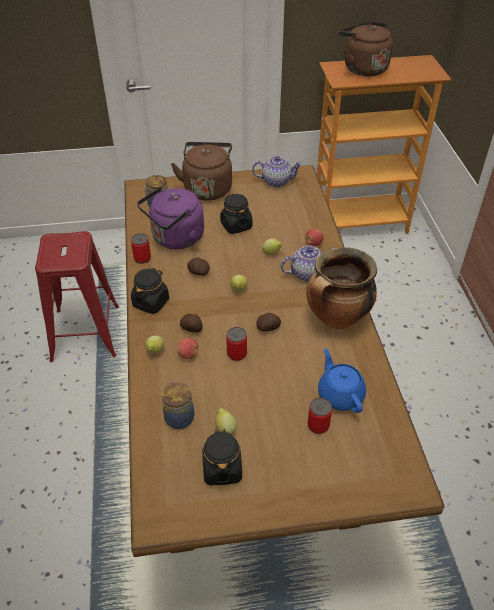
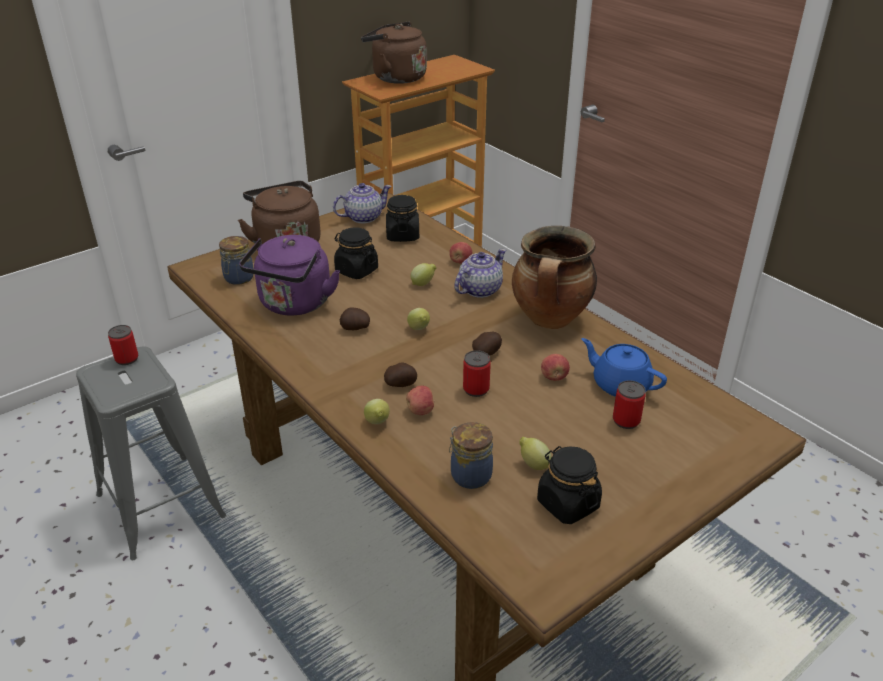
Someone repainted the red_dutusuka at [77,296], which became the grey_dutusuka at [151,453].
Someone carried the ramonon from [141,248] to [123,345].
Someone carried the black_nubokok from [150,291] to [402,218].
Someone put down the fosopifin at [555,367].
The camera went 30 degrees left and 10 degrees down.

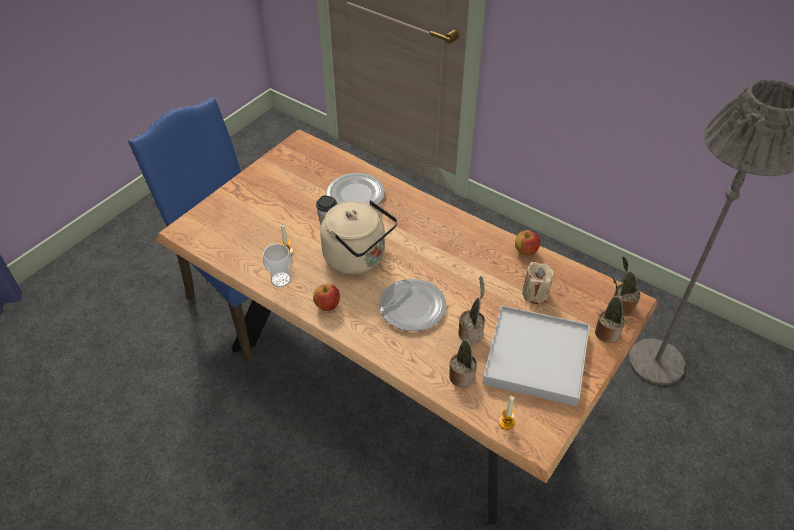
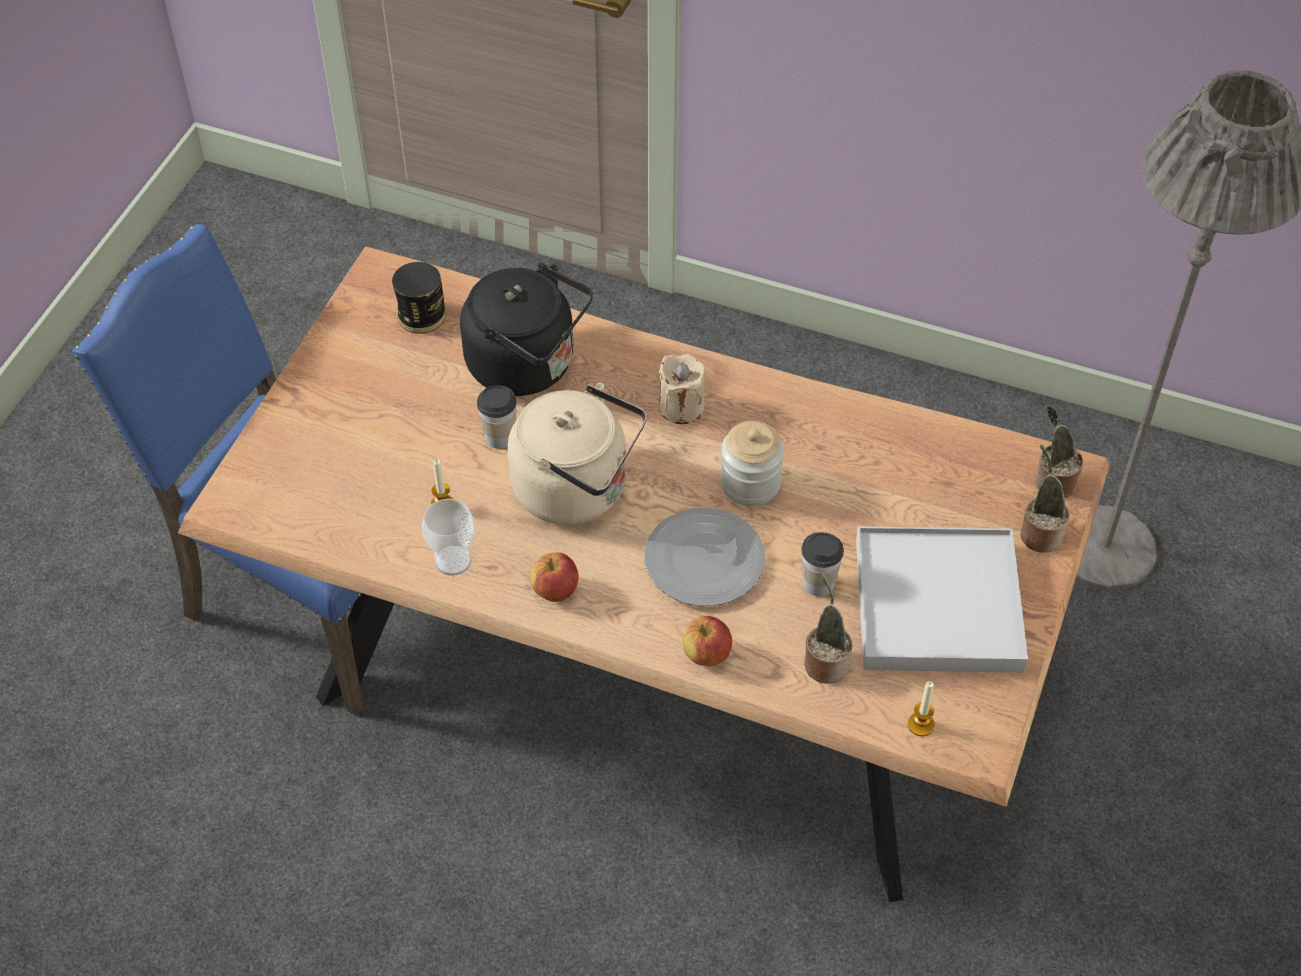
Someone swapped the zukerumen at [355,189] for the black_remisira at [526,329].
Someone swapped the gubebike at [471,309] for the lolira at [822,564].
Someone carried the fosopifin from [527,243] to [707,641].
Someone carried the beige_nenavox from [538,283] to [681,389].
Someone put down the ramonon at [418,298].
Someone put down the nubokok at [752,463].
The camera went 15 degrees left and 5 degrees up.

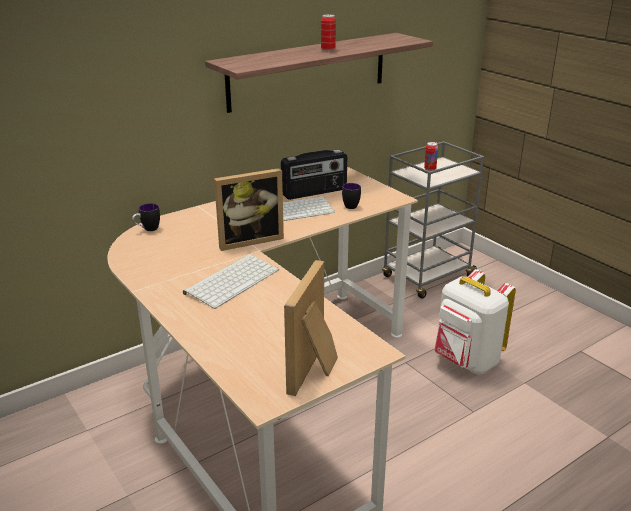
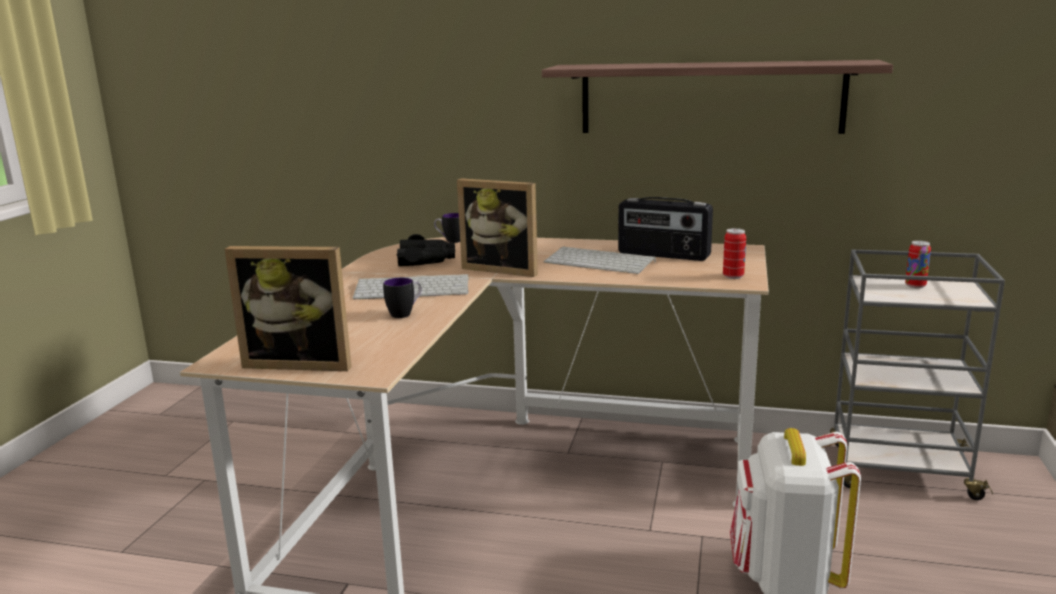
Someone rotated the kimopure at [311,328] by 150 degrees counterclockwise.
Someone carried the ramonon from [328,32] to [734,253].
Someone carried the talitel from [351,196] to [402,298].
Someone put down the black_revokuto at [426,250].
The camera went 50 degrees right and 10 degrees down.

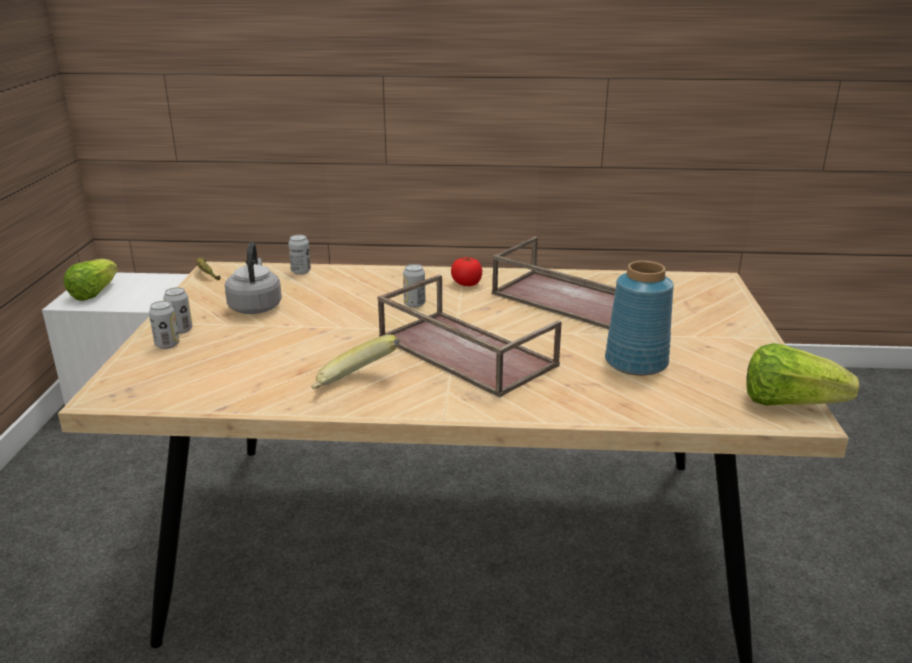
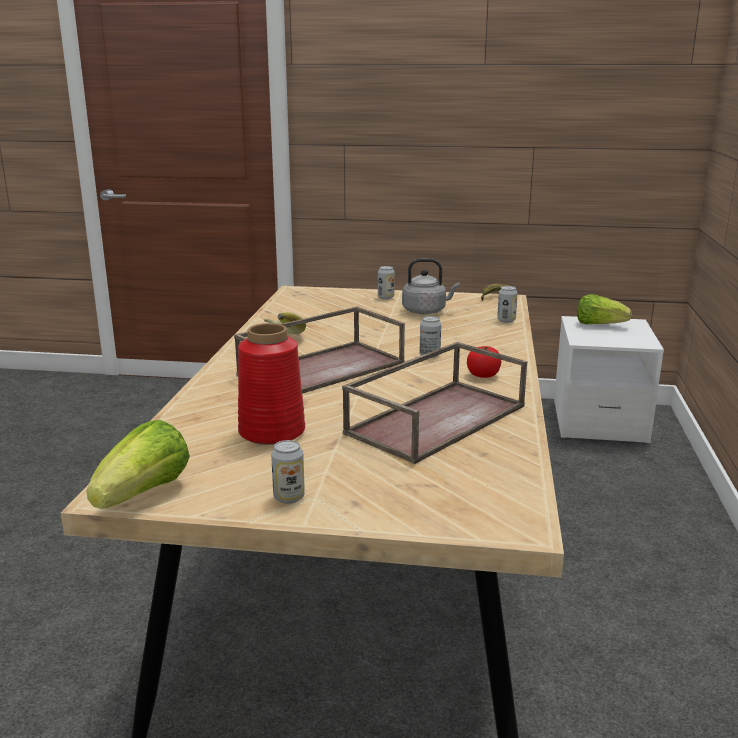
Someone carried the ramonon from [164,325] to [288,472].
Someone repainted the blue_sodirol at [639,318], which became the red_sodirol at [271,384].
The camera went 95 degrees right and 5 degrees down.

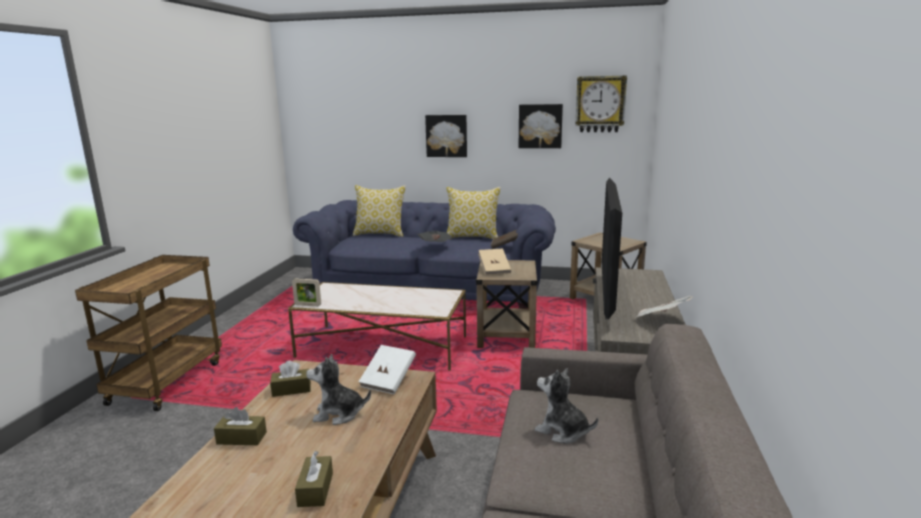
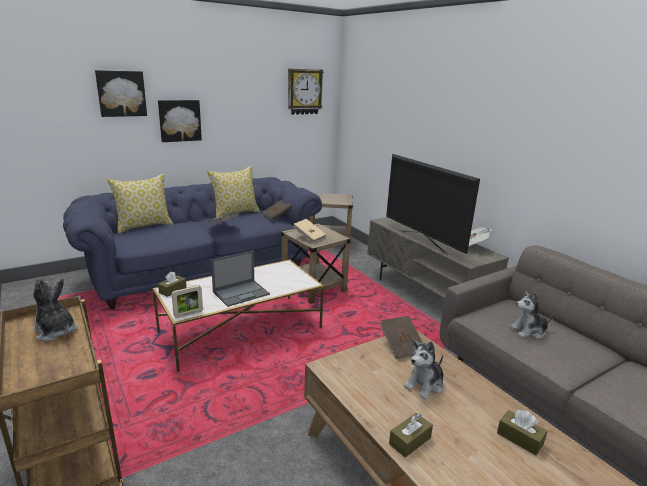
Someone carried the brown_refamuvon from [290,378] to [172,284].
Someone repainted the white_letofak at [387,369], which became the brown_letofak at [401,337].
Someone carried the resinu from [541,126] to [121,93].
Someone put down the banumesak at [54,309].
Someone put down the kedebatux at [240,279].
The camera went 45 degrees left and 5 degrees up.

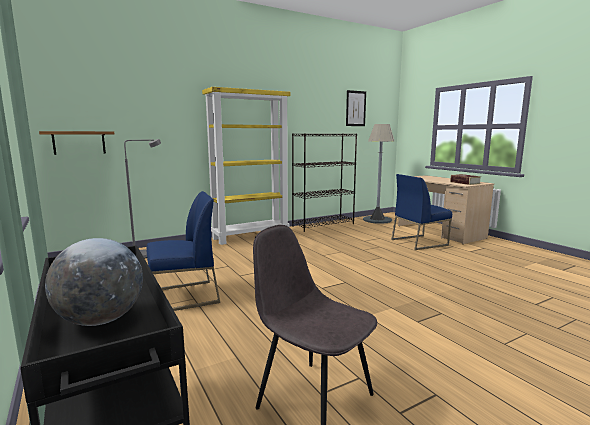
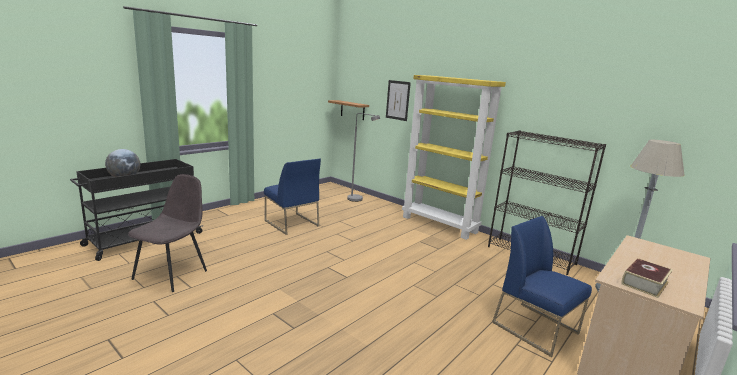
Someone carried the resinu from [356,108] to [398,100].
The camera went 70 degrees right and 5 degrees up.

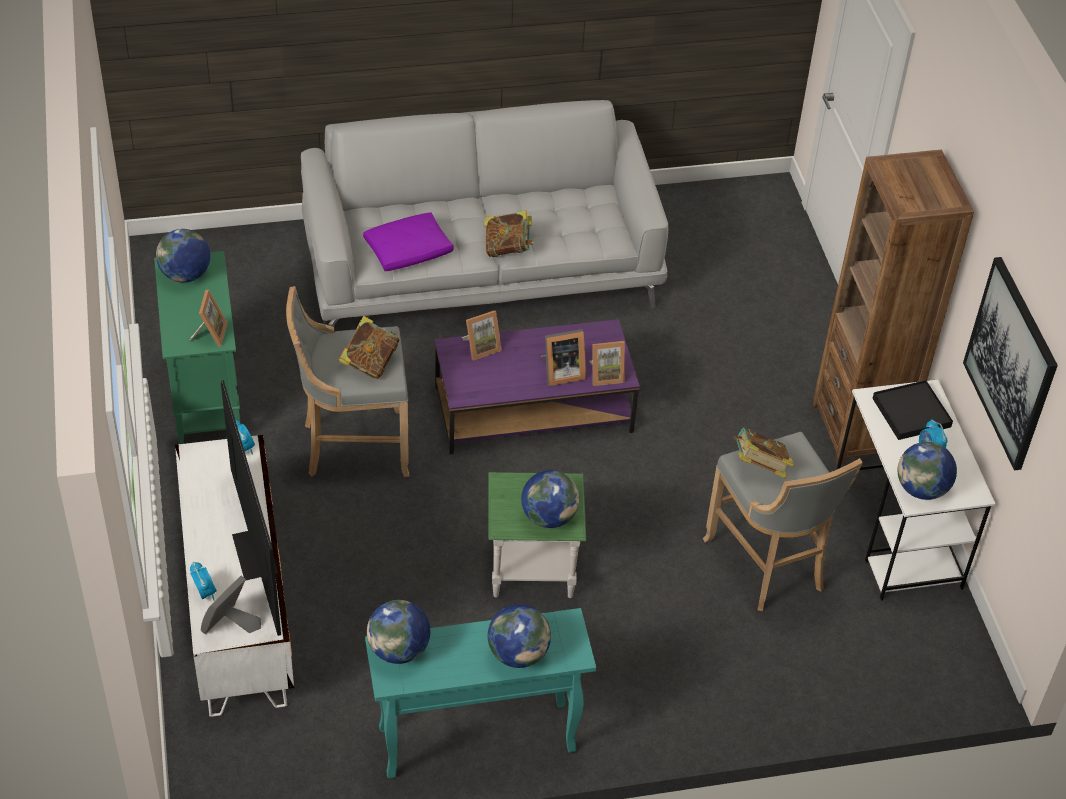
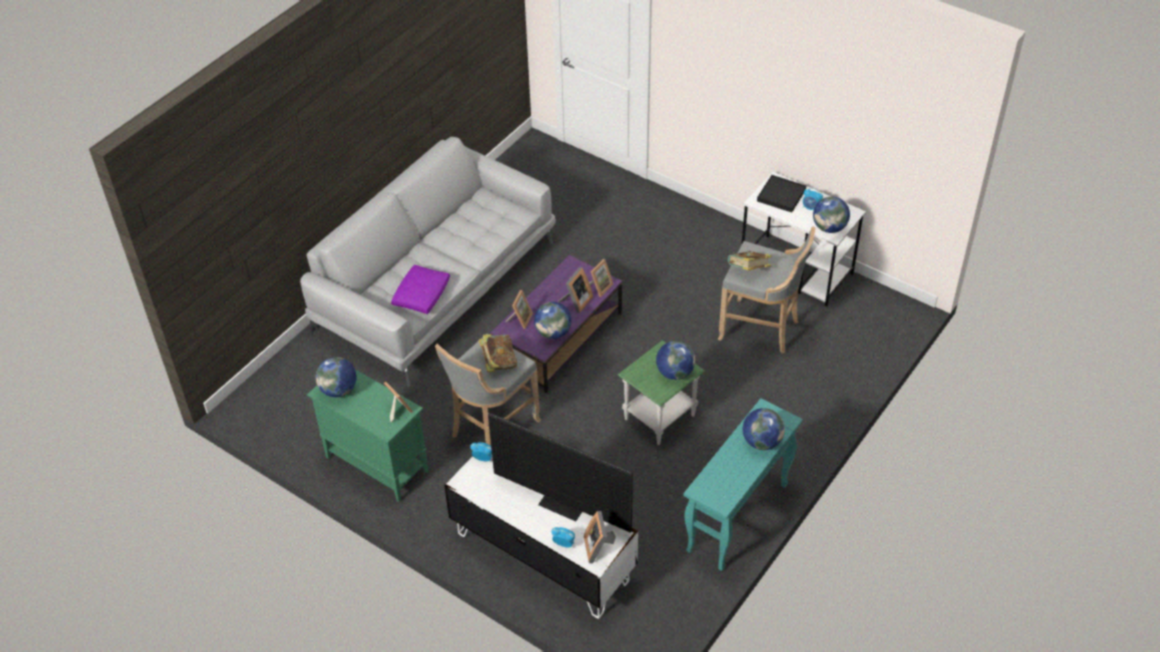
Someone carried the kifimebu from [398,632] to [552,320].
Someone took away the letofak at [509,233].
Someone took away the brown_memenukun at [893,307].
Someone took away the resinu at [1010,363].
The camera went 40 degrees left and 0 degrees up.

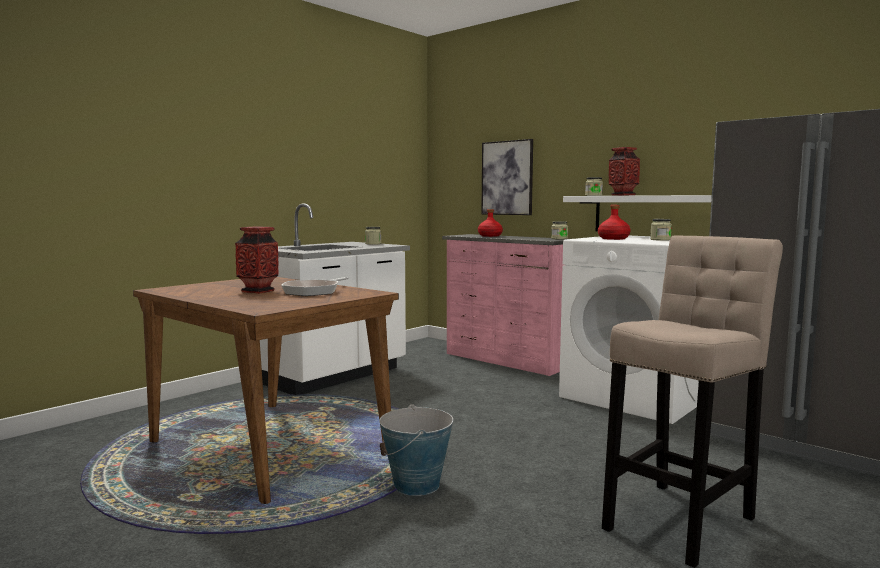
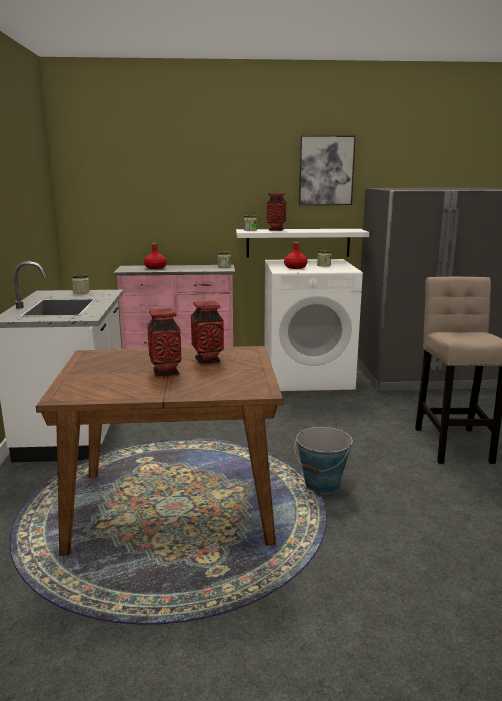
Someone swapped the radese at [315,286] for the sodirol at [207,333].
Someone carried the resinu from [507,177] to [327,170].
The camera went 45 degrees left and 10 degrees up.

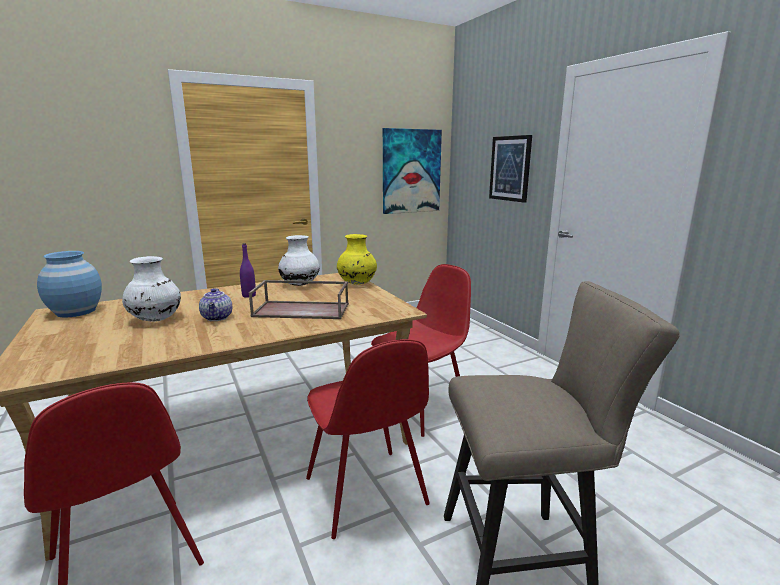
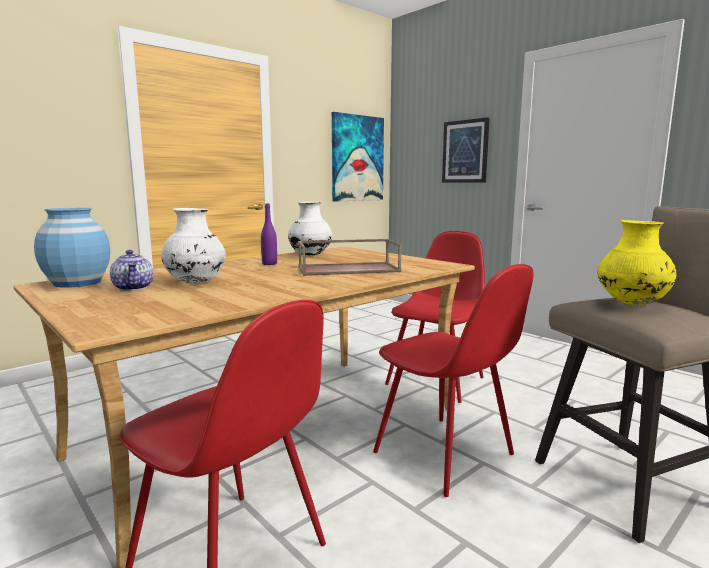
Someone carried the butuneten from [215,304] to [131,270].
Someone carried the yellow_sodirol from [357,259] to [637,262].
The camera went 15 degrees left and 5 degrees down.

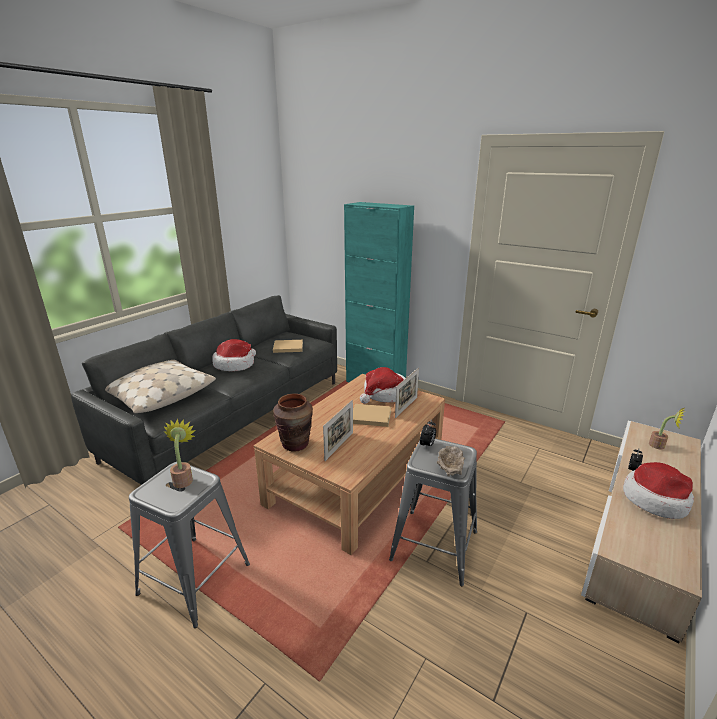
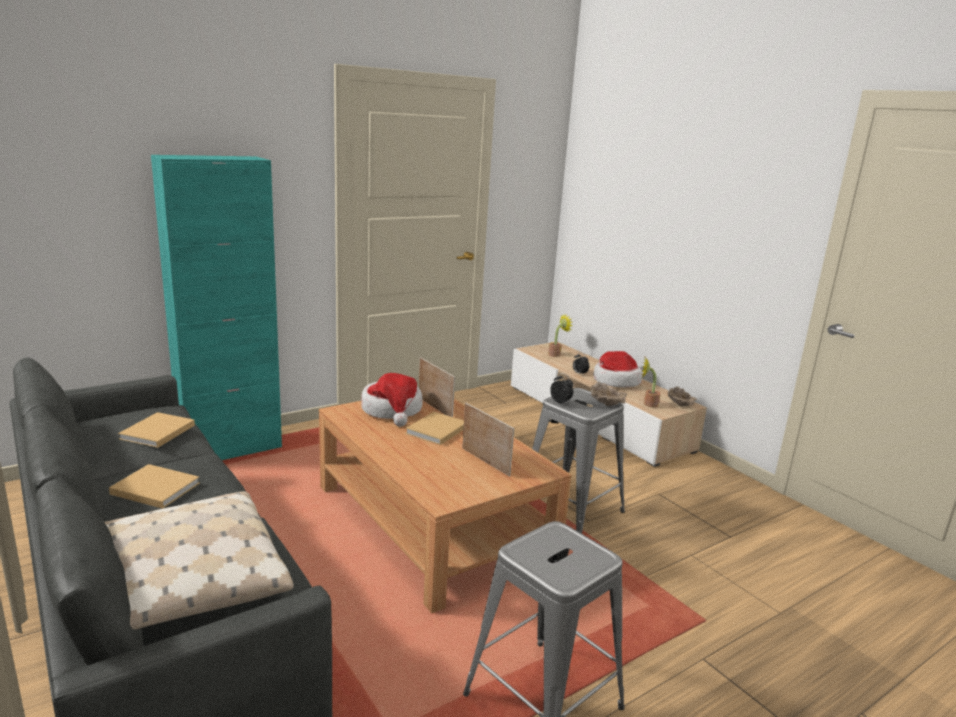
Someone carried the gubebike from [180,453] to [651,382].
Someone swapped the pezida at [234,355] for the beige_letofak at [154,486].
Someone took away the brown_sodirol at [293,422].
Someone put down the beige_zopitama at [682,396].
The camera went 70 degrees left and 5 degrees down.

